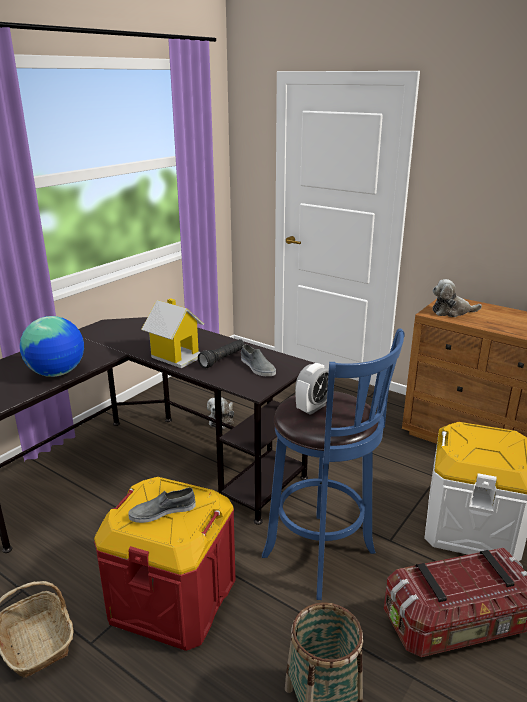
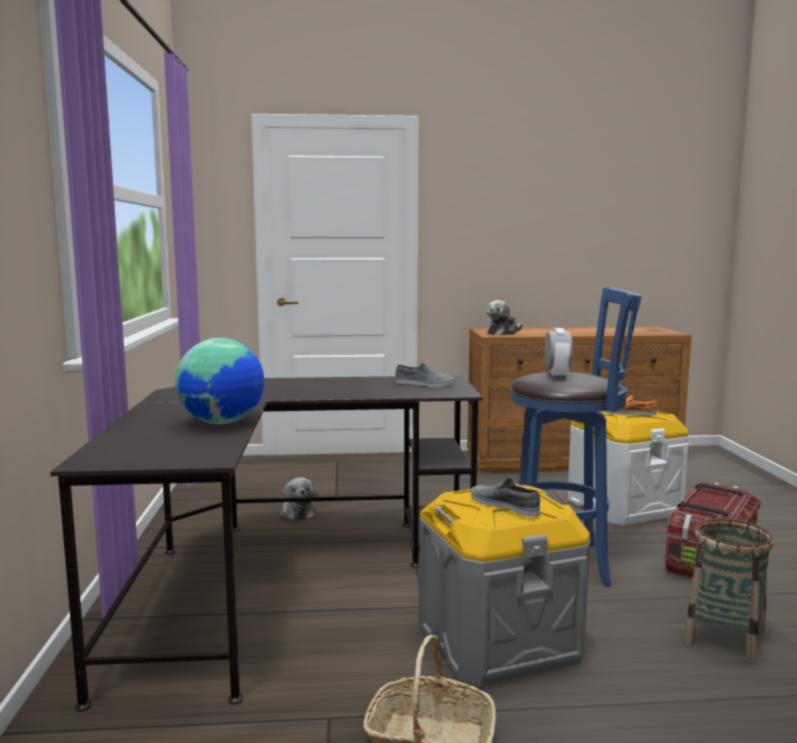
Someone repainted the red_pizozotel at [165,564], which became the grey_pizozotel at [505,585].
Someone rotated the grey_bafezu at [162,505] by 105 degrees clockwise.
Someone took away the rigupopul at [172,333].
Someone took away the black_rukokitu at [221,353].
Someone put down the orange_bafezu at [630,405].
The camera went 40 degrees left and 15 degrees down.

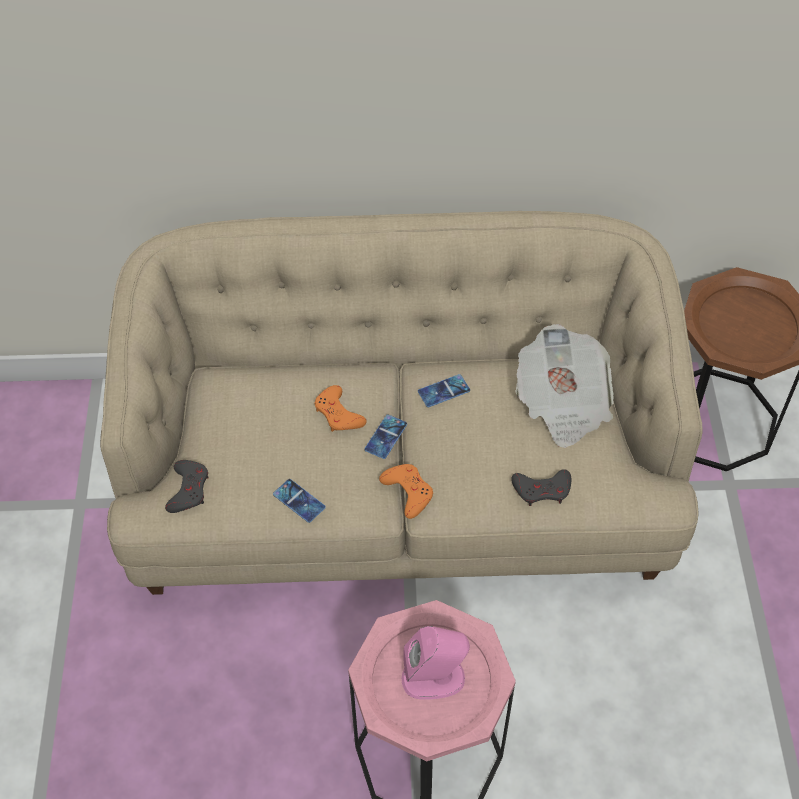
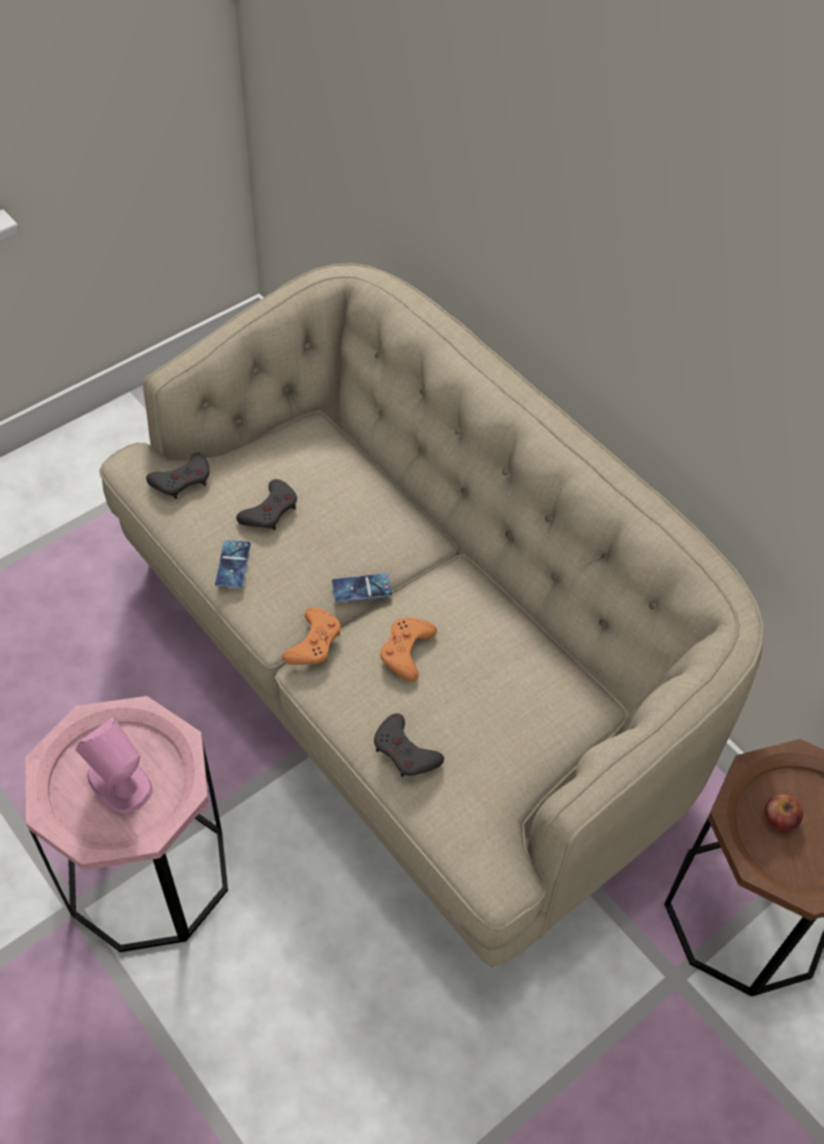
Someone carried the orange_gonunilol from [341,408] to [408,650].
Someone took away the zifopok at [444,390].
Someone took away the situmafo at [565,386].
Someone put down the grey_gonunilol at [266,504].
Someone put down the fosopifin at [784,812].
The camera went 50 degrees right and 0 degrees up.

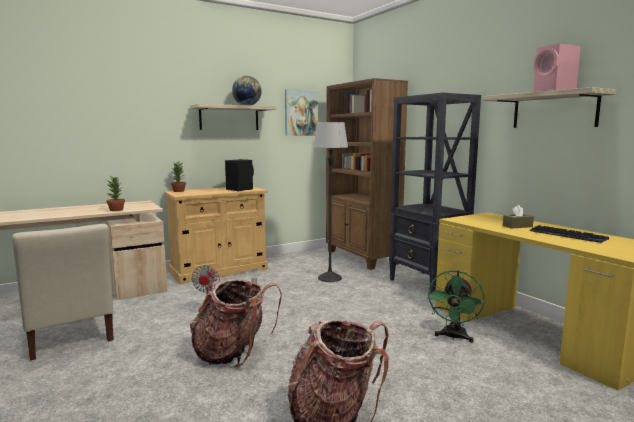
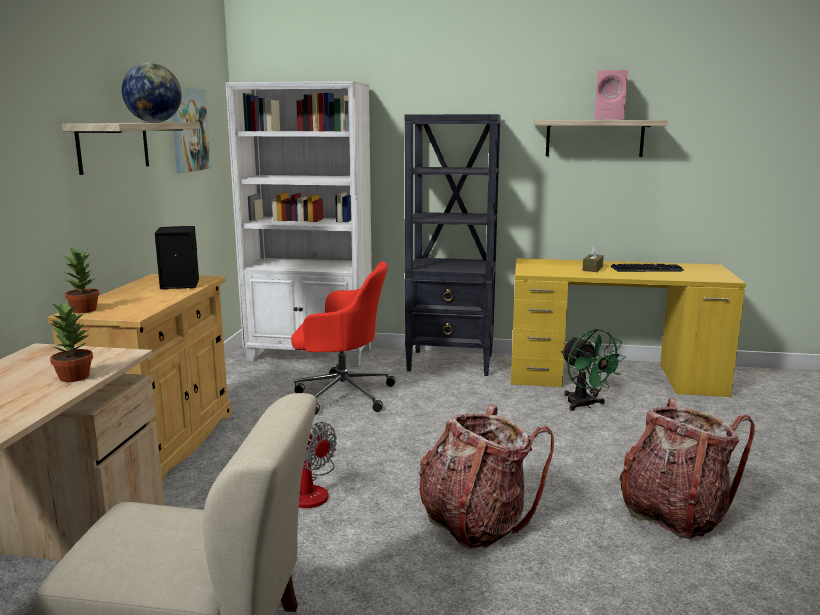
Someone swapped the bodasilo at [330,202] for the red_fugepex at [343,338].
Someone repainted the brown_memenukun at [367,174], which became the white_memenukun at [298,224].
The camera went 50 degrees left and 5 degrees up.

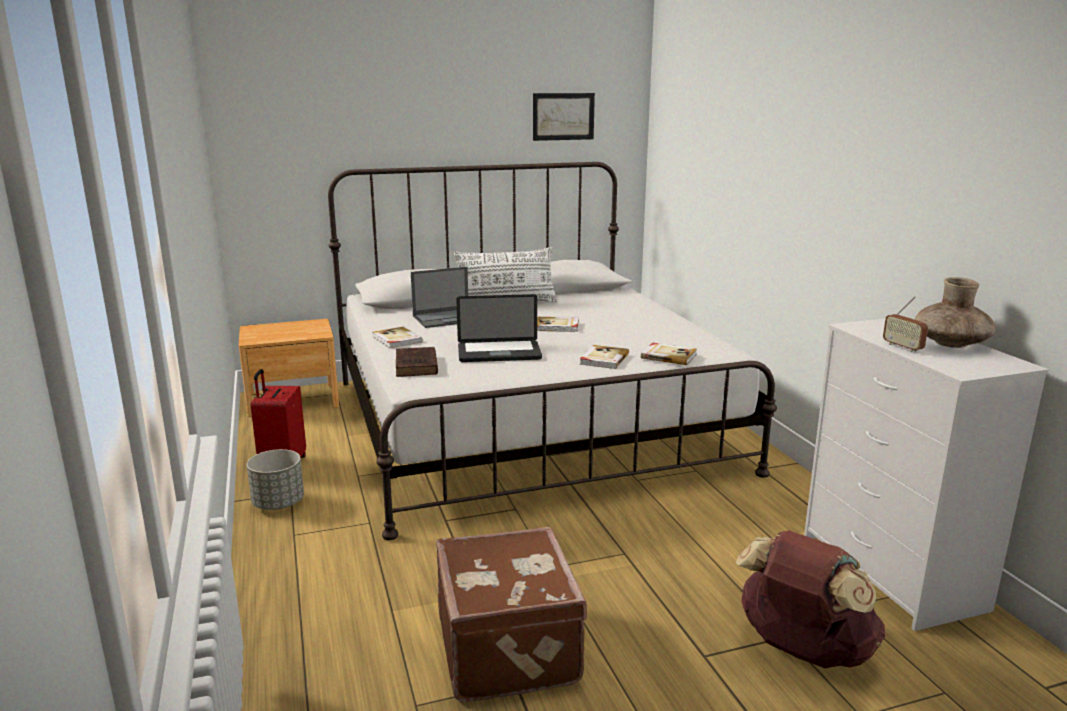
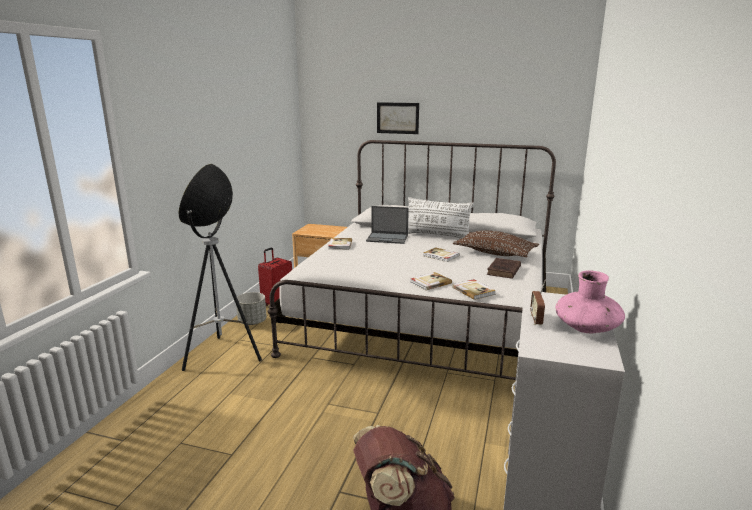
Someone carried the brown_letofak from [417,362] to [504,268].
Someone took away the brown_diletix at [511,614].
Someone took away the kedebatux at [499,328].
Someone carried the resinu from [564,117] to [398,118].
Someone repainted the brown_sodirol at [955,312], which became the pink_sodirol at [590,301].
Someone put down the bodasilo at [220,267].
Someone put down the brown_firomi at [496,243].
The camera went 35 degrees right and 0 degrees up.

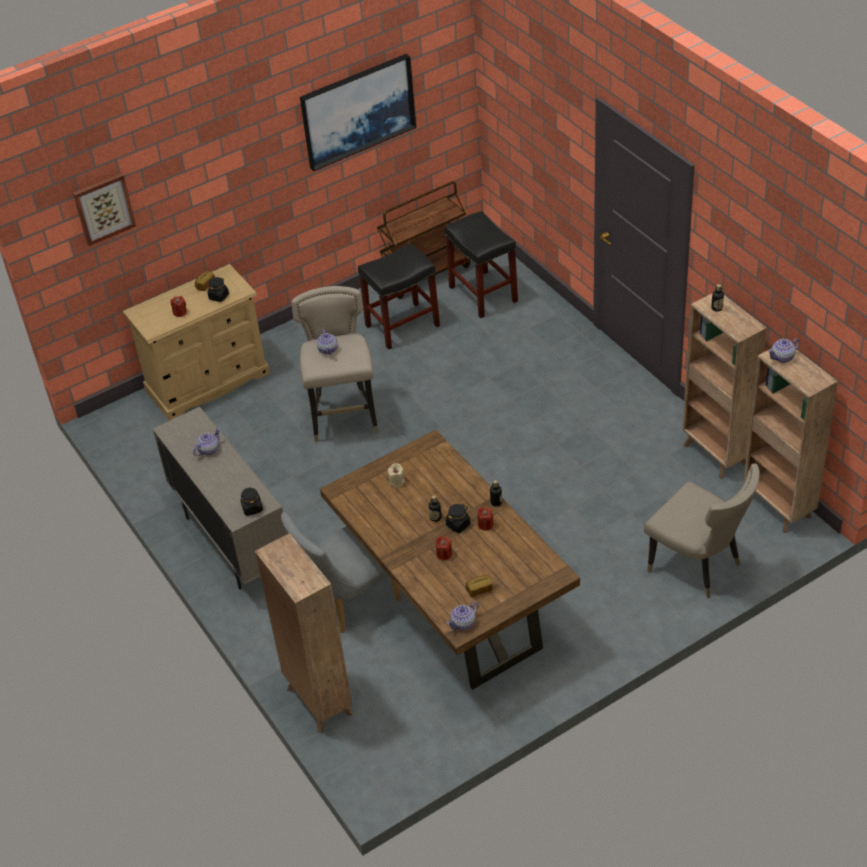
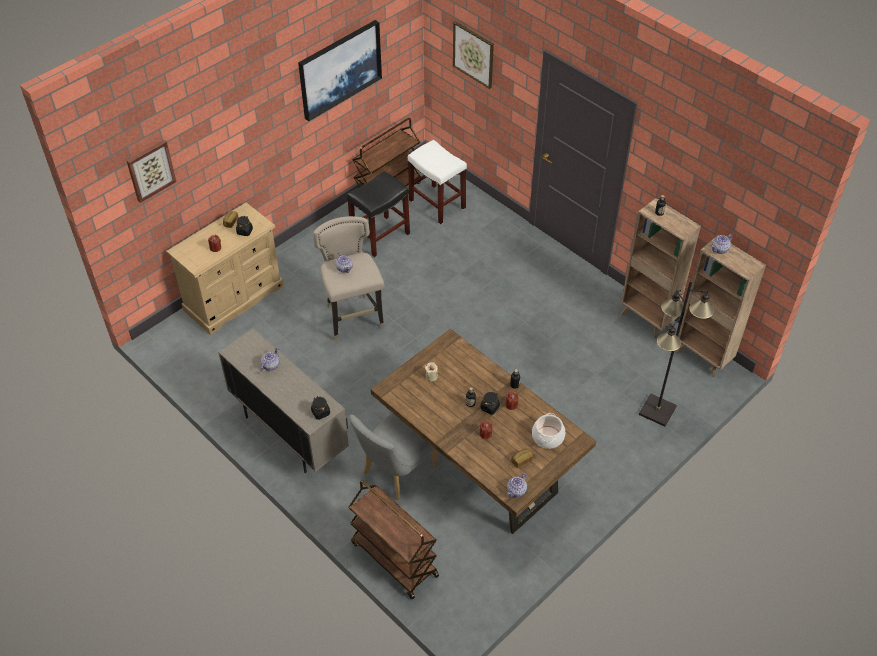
Someone swapped the brown_memenukun at [304,633] for the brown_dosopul at [393,539].
Someone repainted the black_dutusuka at [481,264], which became the white_dutusuka at [437,182].
Someone swapped the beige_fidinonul at [702,531] for the black_bodasilo at [676,353].
Someone put up the resinu at [473,55].
Someone put down the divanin at [548,431].
The camera went 15 degrees left and 5 degrees up.

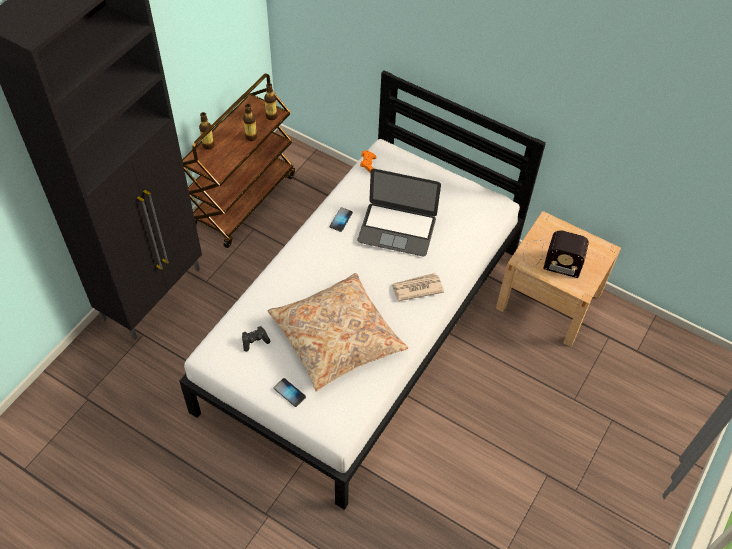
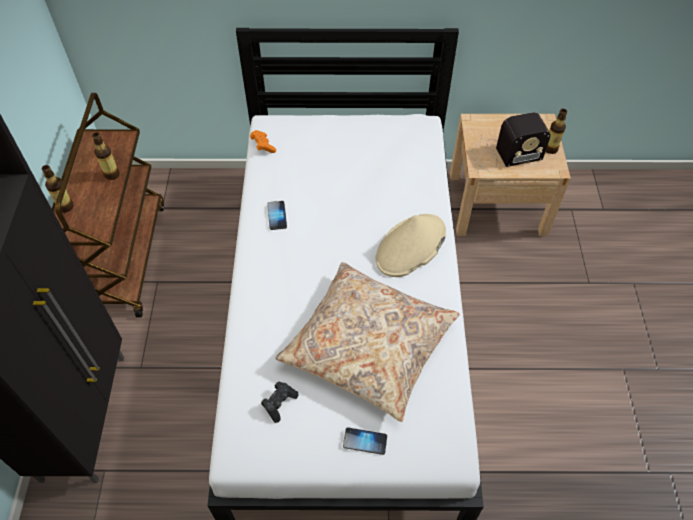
Someone carried the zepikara from [271,101] to [556,131].
Someone took away the kedebatux at [399,212].
Someone swapped the situmafo at [418,287] for the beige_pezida at [411,245].
The camera went 30 degrees left and 0 degrees up.

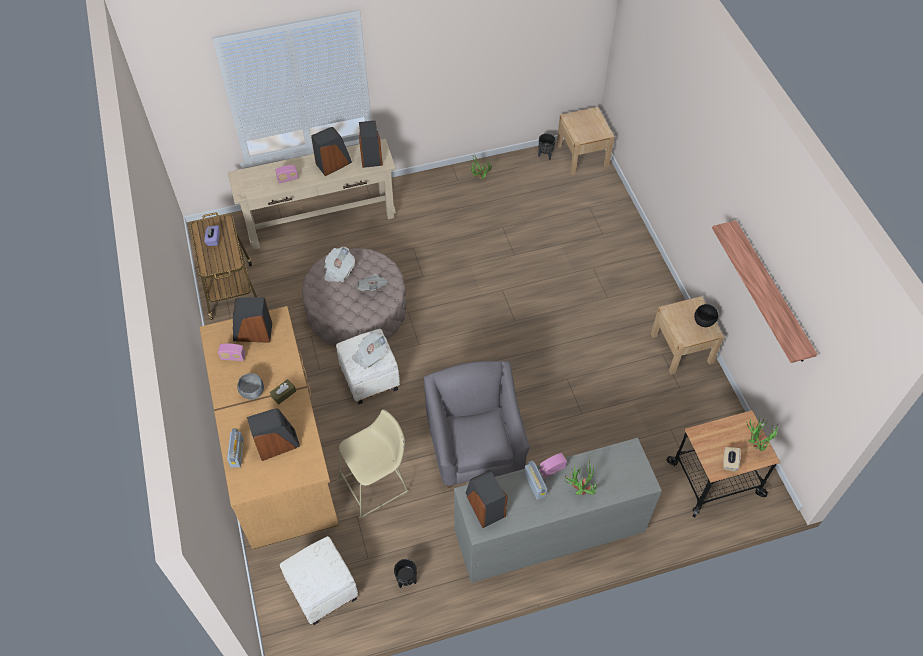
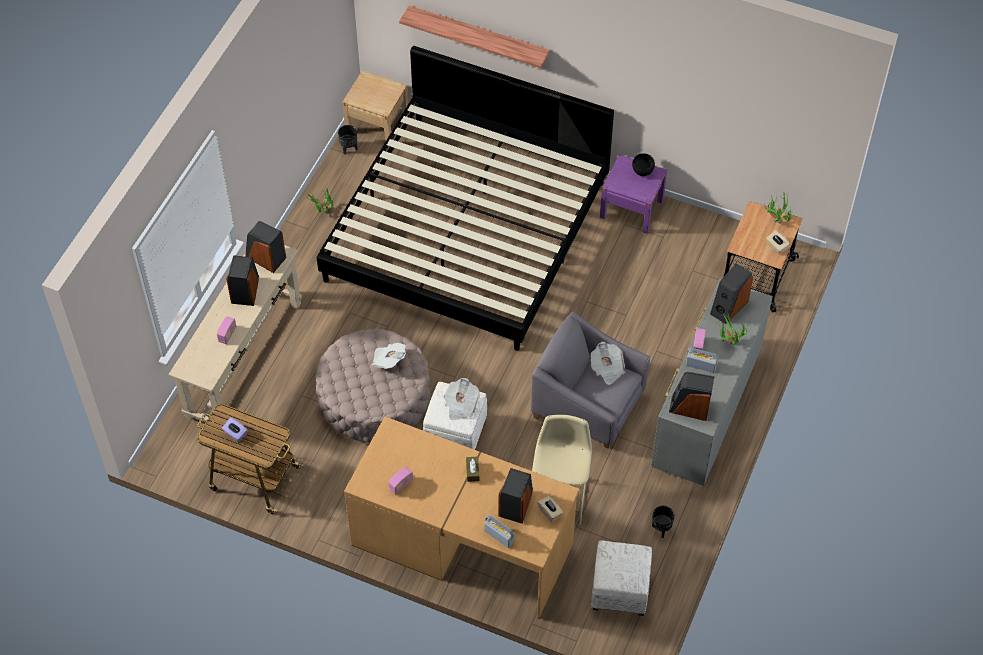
Someone carried the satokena from [252,320] to [731,293].
Someone took away the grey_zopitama at [250,386].
Someone carried the situmafo from [339,264] to [608,363].
Someone repainted the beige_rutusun at [687,335], which became the purple_rutusun at [633,194].
Someone carried the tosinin from [764,291] to [474,36].
Someone put down the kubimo at [465,198].
Someone put down the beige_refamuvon at [550,509].
The camera went 50 degrees left and 0 degrees up.

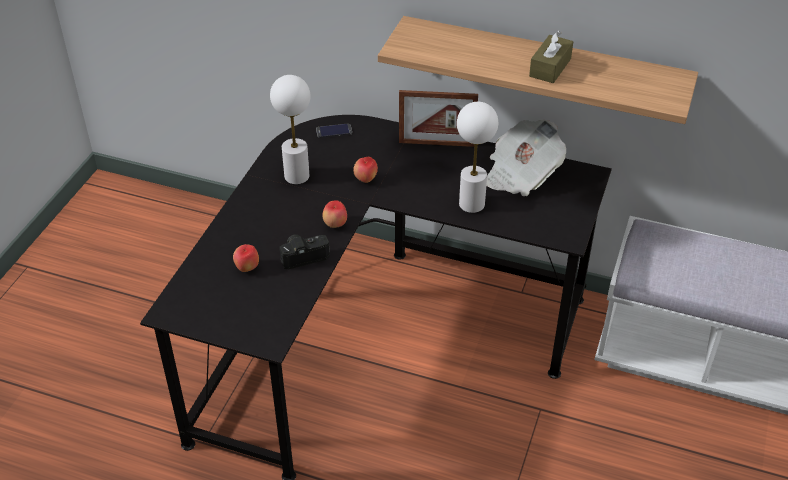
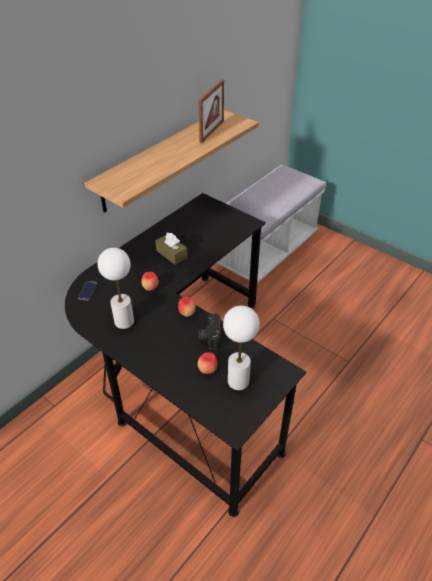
Someone carried the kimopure from [438,118] to [211,112].
Someone carried the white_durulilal from [477,157] to [241,348].
Someone took away the situmafo at [526,158].
Someone carried the brown_refamuvon from [551,56] to [171,249].
The camera went 70 degrees left and 0 degrees up.

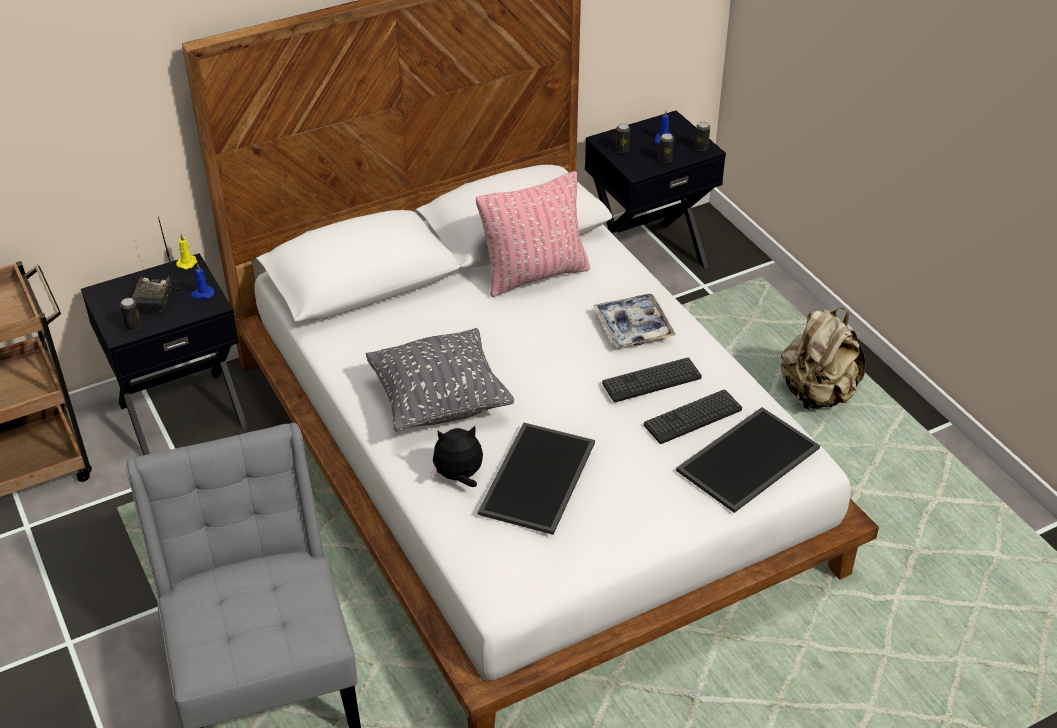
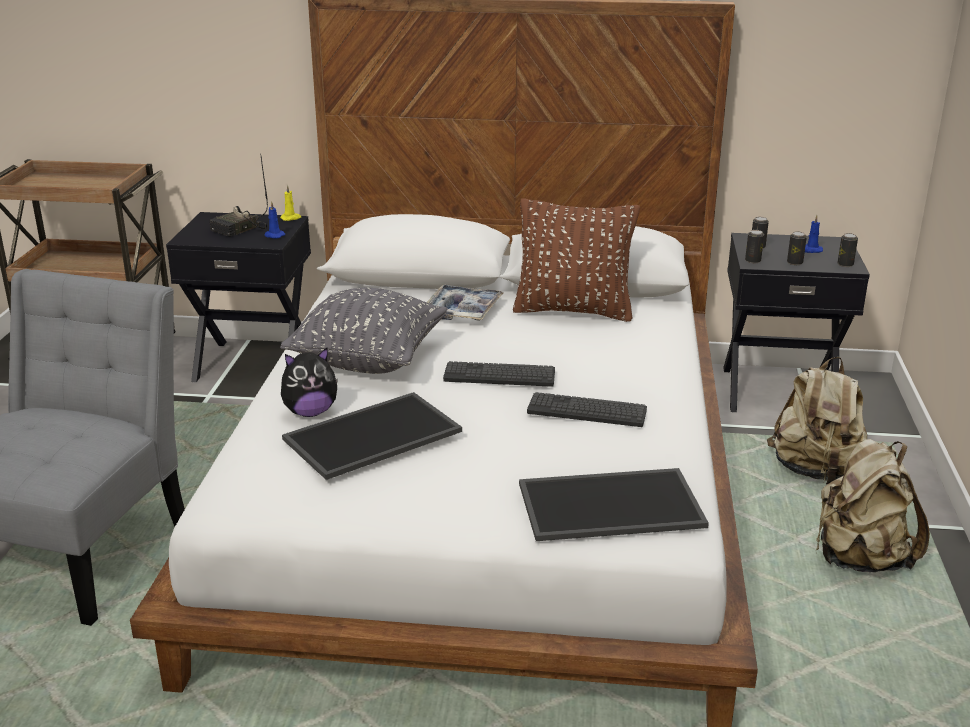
Someone carried the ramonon from [130,314] to [754,247].
Someone rotated the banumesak at [457,456] by 135 degrees clockwise.
Someone repainted the pink_firomi at [533,234], which became the brown_firomi at [576,260].
Someone carried the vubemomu from [634,320] to [465,303].
Someone carried the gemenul from [693,417] to [499,374].
Someone put down the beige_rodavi at [817,420].
The camera went 35 degrees right and 15 degrees down.

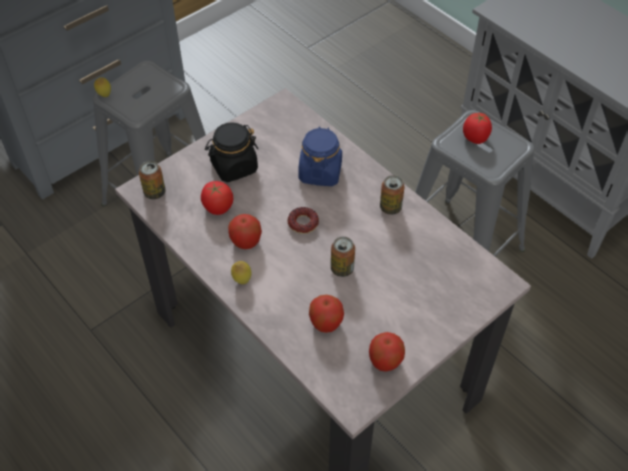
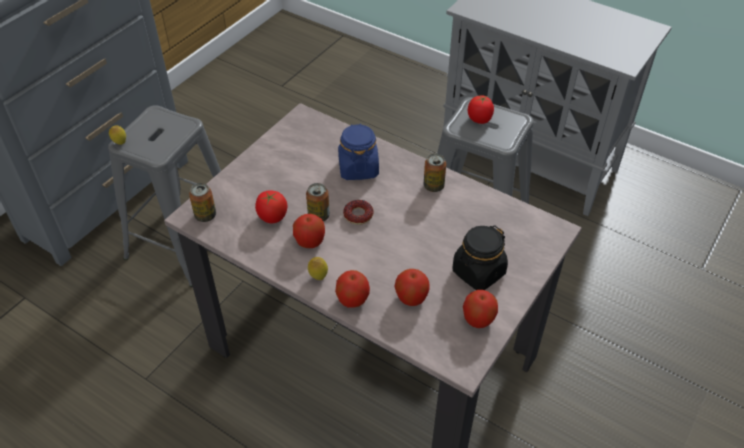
Someone carried the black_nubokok from [231,152] to [480,257].
Someone carried the ramonon from [343,257] to [318,202].
Someone put down the fosopifin at [352,289].
The camera went 15 degrees left and 5 degrees down.

